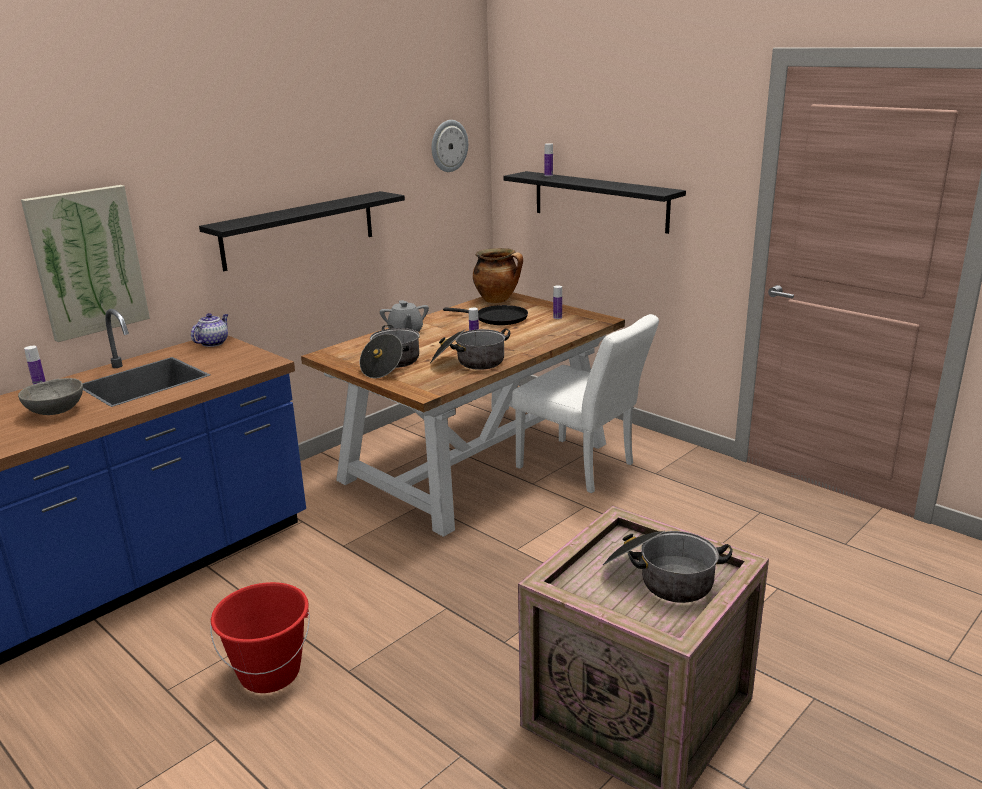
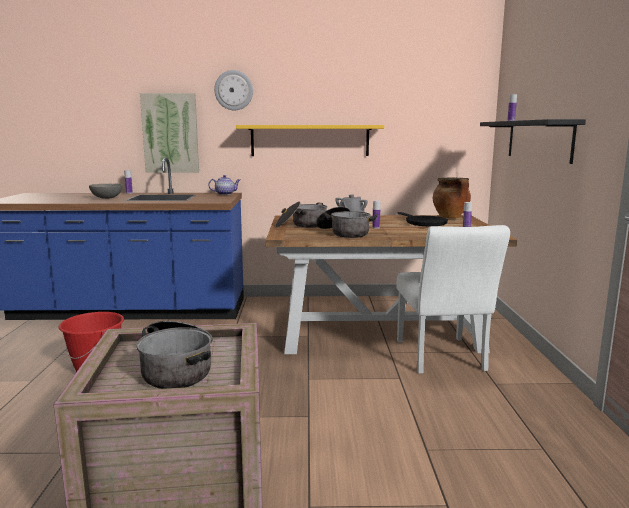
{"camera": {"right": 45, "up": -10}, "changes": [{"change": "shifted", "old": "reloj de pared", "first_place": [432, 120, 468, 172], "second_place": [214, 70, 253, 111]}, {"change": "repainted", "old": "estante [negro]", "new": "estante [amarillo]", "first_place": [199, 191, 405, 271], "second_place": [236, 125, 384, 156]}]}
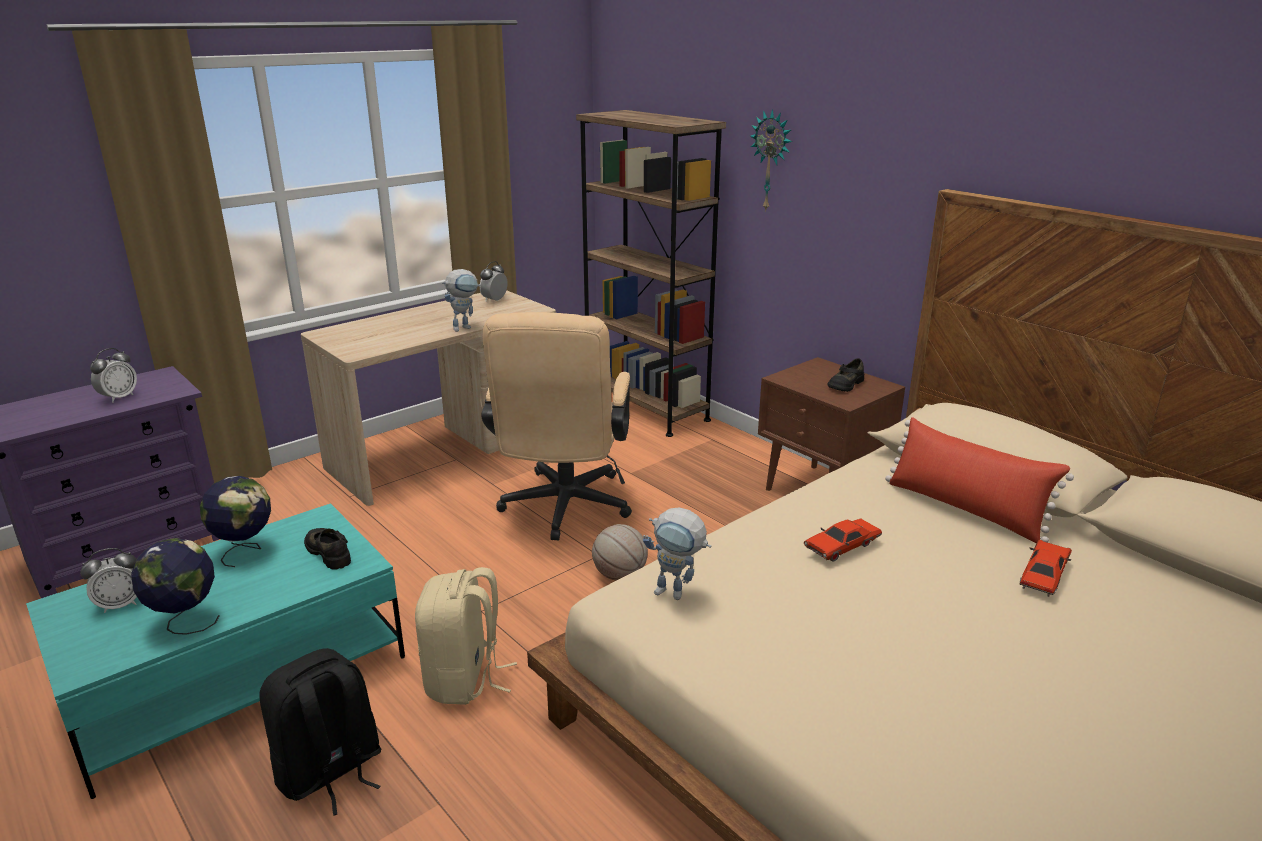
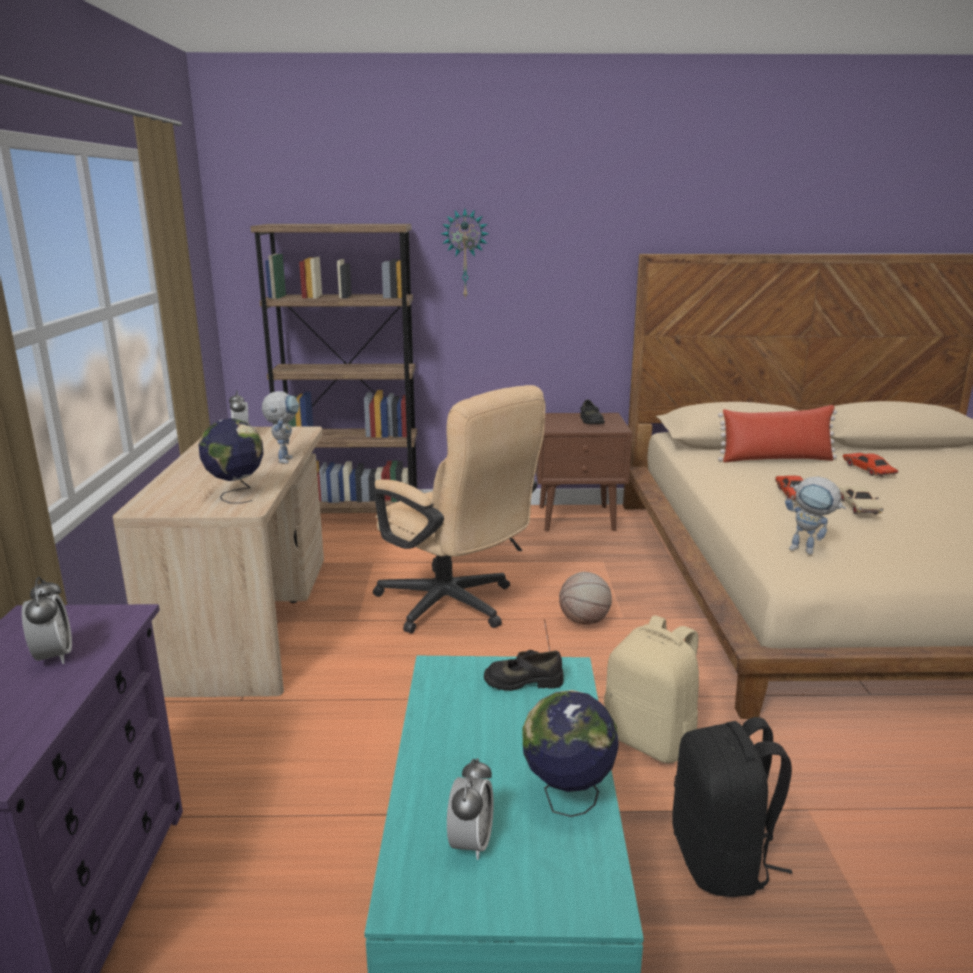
{"camera": {"right": -50, "up": -5}, "changes": [{"change": "shifted", "old": "globo terráqueo", "first_place": [200, 476, 271, 567], "second_place": [199, 418, 264, 503]}, {"change": "rotated", "old": "robot de juguete", "first_place": [643, 507, 712, 600], "second_place": [785, 476, 846, 555], "degrees": 60}, {"change": "new", "new": "coche de juguete [beis]", "second_place": [838, 486, 884, 515]}]}
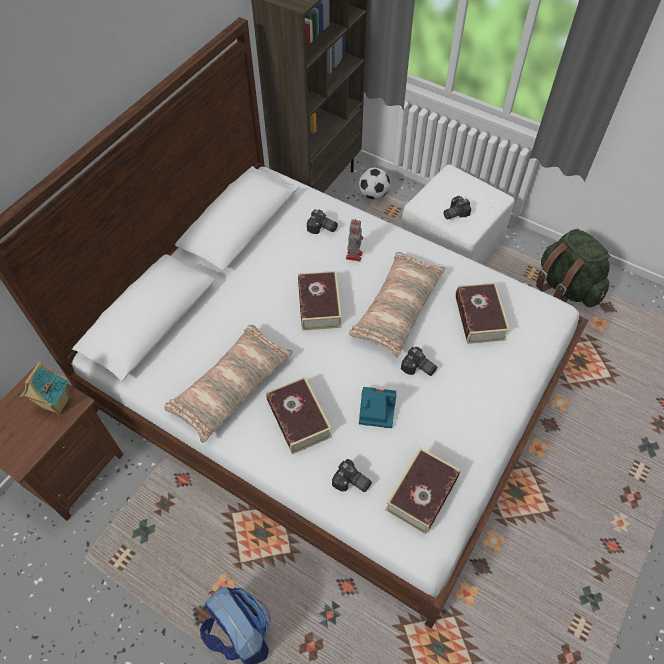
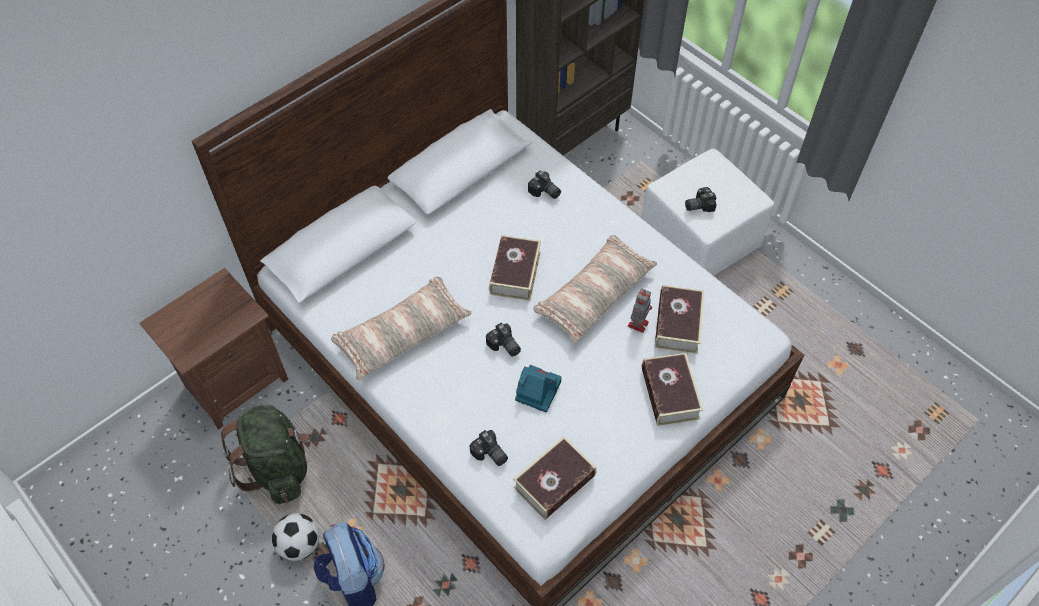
{"camera": {"right": 15, "up": 0}, "changes": [{"change": "shifted", "old": "balón de fútbol", "first_place": [359, 168, 390, 200], "second_place": [272, 513, 319, 561]}, {"change": "shifted", "old": "robot de juguete", "first_place": [346, 218, 363, 261], "second_place": [628, 288, 652, 333]}, {"change": "shifted", "old": "mochila [verde]", "first_place": [536, 229, 610, 307], "second_place": [221, 405, 309, 504]}, {"change": "shifted", "old": "cámara", "first_place": [401, 347, 437, 376], "second_place": [486, 322, 521, 356]}, {"change": "gone", "old": "casita", "first_place": [20, 361, 70, 415]}, {"change": "shifted", "old": "libro", "first_place": [266, 377, 332, 454], "second_place": [642, 353, 703, 426]}]}
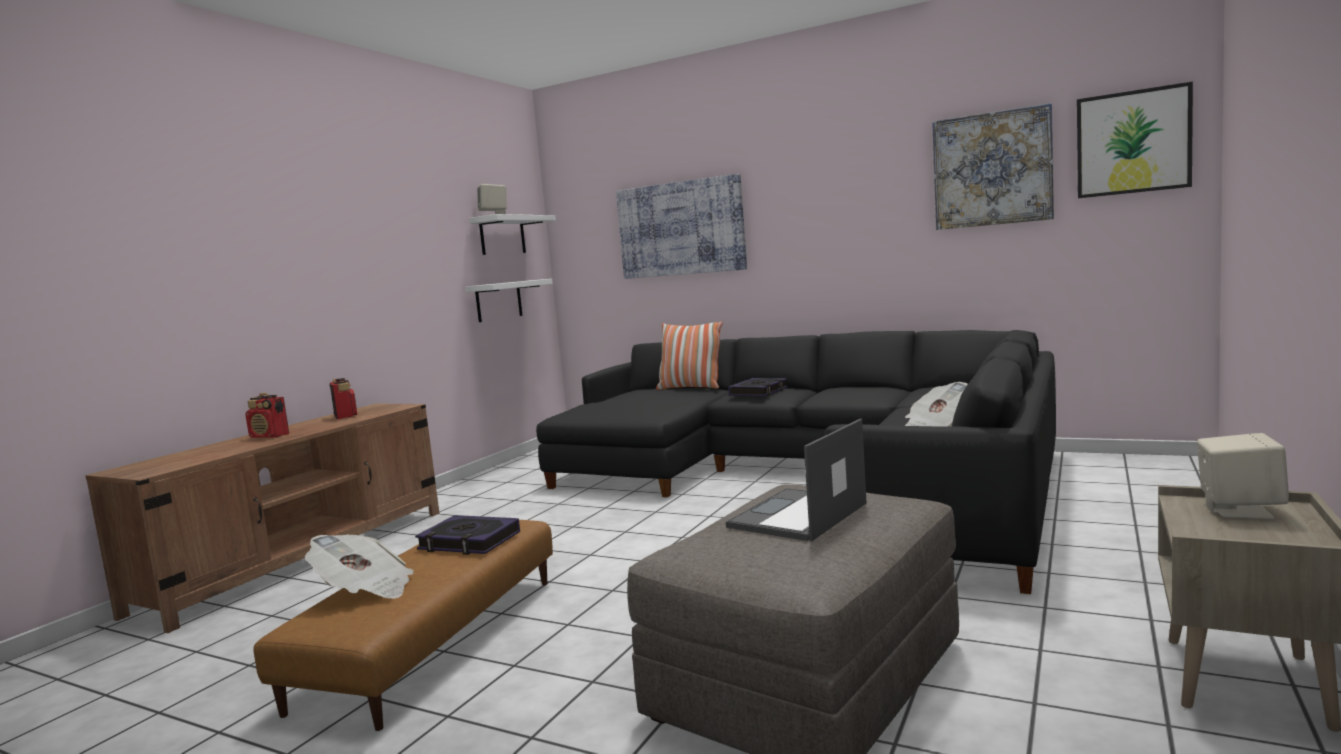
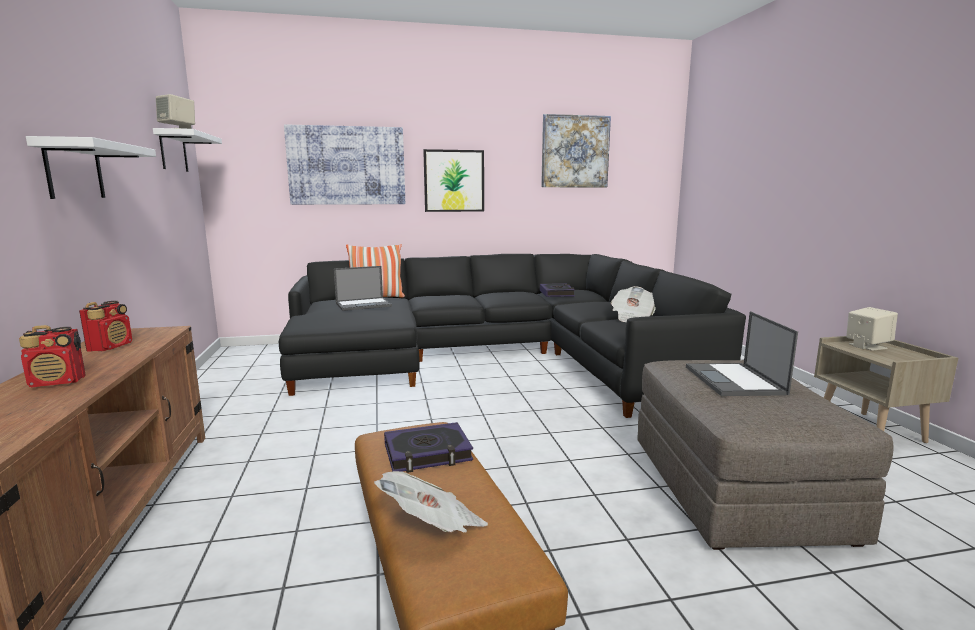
{"camera": {"right": -40, "up": 5}, "changes": [{"change": "shifted", "old": "cuadro", "first_place": [1077, 82, 1193, 198], "second_place": [423, 149, 484, 212]}, {"change": "shifted", "old": "estante [blanco]", "first_place": [465, 279, 553, 322], "second_place": [26, 136, 156, 199]}, {"change": "rotated", "old": "radio", "first_place": [330, 378, 357, 419], "second_place": [79, 301, 132, 352], "degrees": 75}, {"change": "shifted", "old": "libro", "first_place": [728, 378, 788, 396], "second_place": [539, 283, 575, 297]}, {"change": "new", "new": "portátil", "second_place": [334, 266, 392, 311]}]}
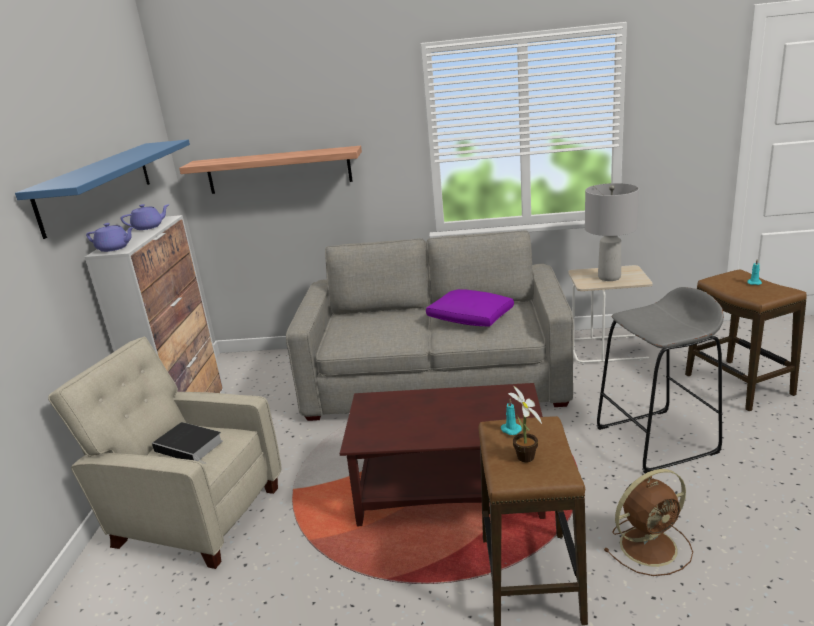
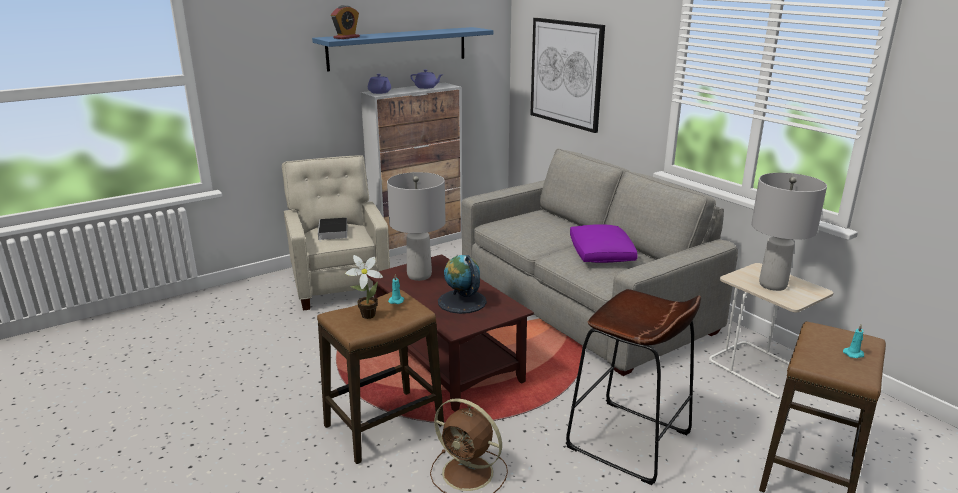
{"camera": {"right": 50, "up": 0}, "changes": [{"change": "swapped", "old": "estante", "new": "cuadro", "first_place": [179, 146, 362, 194], "second_place": [530, 18, 605, 133]}, {"change": "repainted", "old": "taburete [gris]", "new": "taburete [marrón]", "first_place": [597, 287, 724, 474], "second_place": [566, 289, 701, 485]}, {"change": "new", "new": "despertador", "second_place": [331, 5, 360, 39]}, {"change": "new", "new": "lámpara de mesa [gris]", "second_place": [387, 172, 446, 281]}, {"change": "new", "new": "globo terráqueo", "second_place": [438, 255, 487, 314]}]}
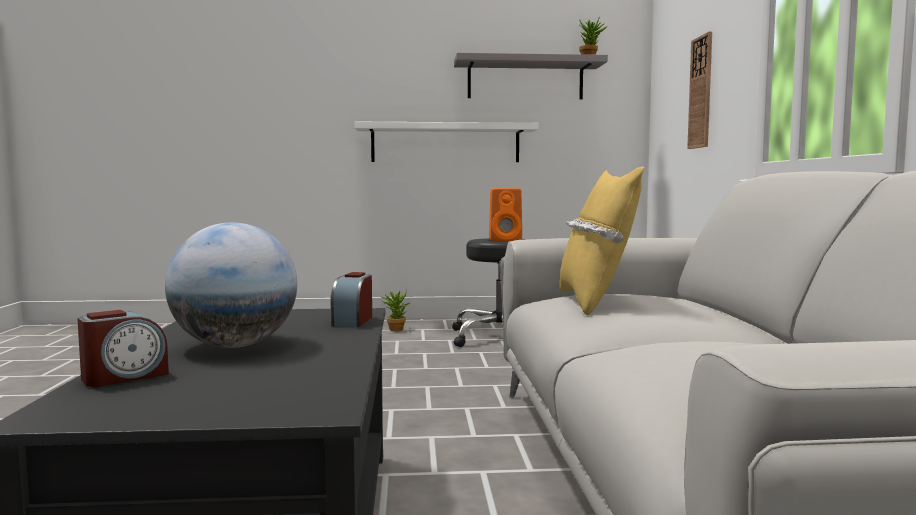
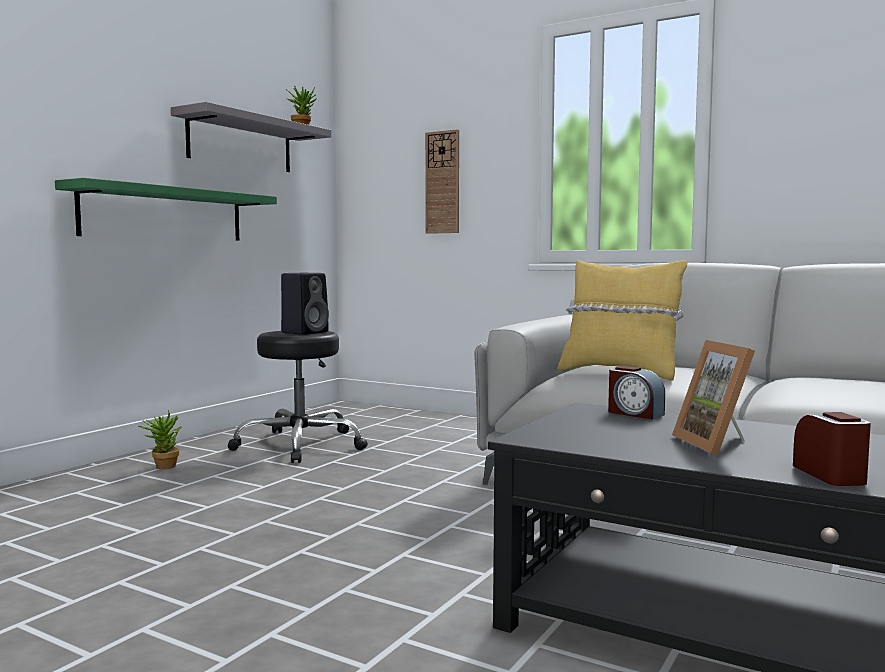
{"camera": {"right": -55, "up": 0}, "changes": [{"change": "repainted", "old": "estante [blanco]", "new": "estante [verde]", "first_place": [354, 122, 539, 162], "second_place": [55, 178, 277, 241]}, {"change": "repainted", "old": "altavoz [naranja]", "new": "altavoz [negro]", "first_place": [489, 188, 522, 241], "second_place": [281, 273, 329, 335]}, {"change": "swapped", "old": "globo terráqueo", "new": "portarretratos", "first_place": [165, 222, 297, 348], "second_place": [672, 340, 755, 456]}]}
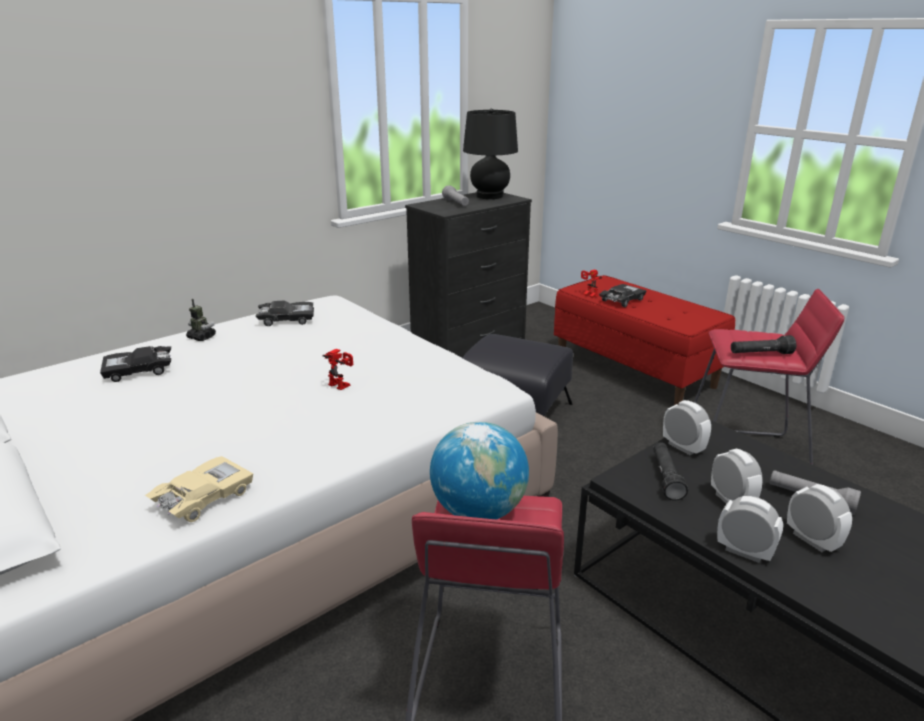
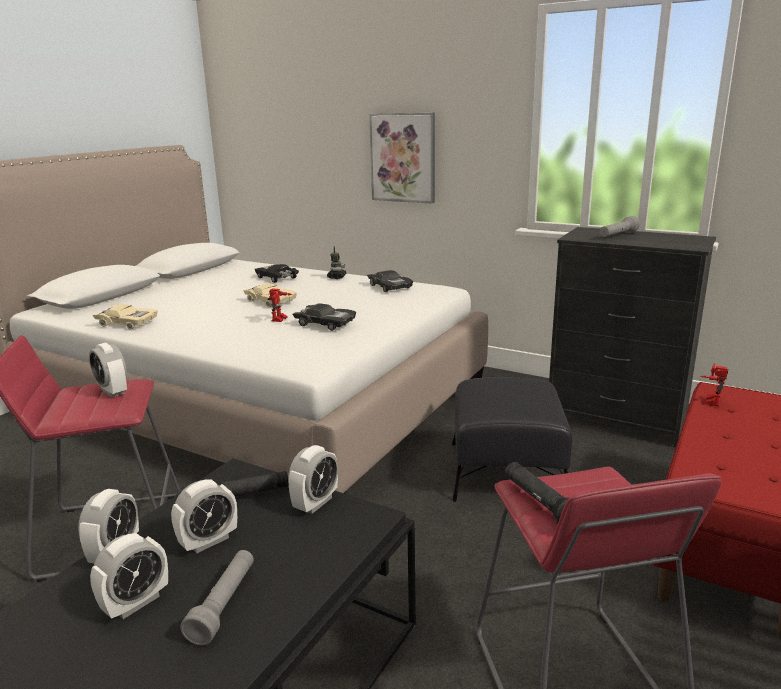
{"camera": {"right": 70, "up": -5}, "changes": [{"change": "gone", "old": "lámpara de mesa [negro]", "first_place": [463, 108, 518, 199]}, {"change": "shifted", "old": "coche de juguete [negro]", "first_place": [599, 284, 647, 307], "second_place": [292, 303, 356, 331]}, {"change": "swapped", "old": "globo terráqueo", "new": "despertador", "first_place": [430, 422, 529, 519], "second_place": [89, 343, 127, 397]}, {"change": "new", "new": "cuadro", "second_place": [369, 113, 435, 204]}, {"change": "new", "new": "coche de juguete [beis]", "second_place": [243, 283, 297, 307]}]}
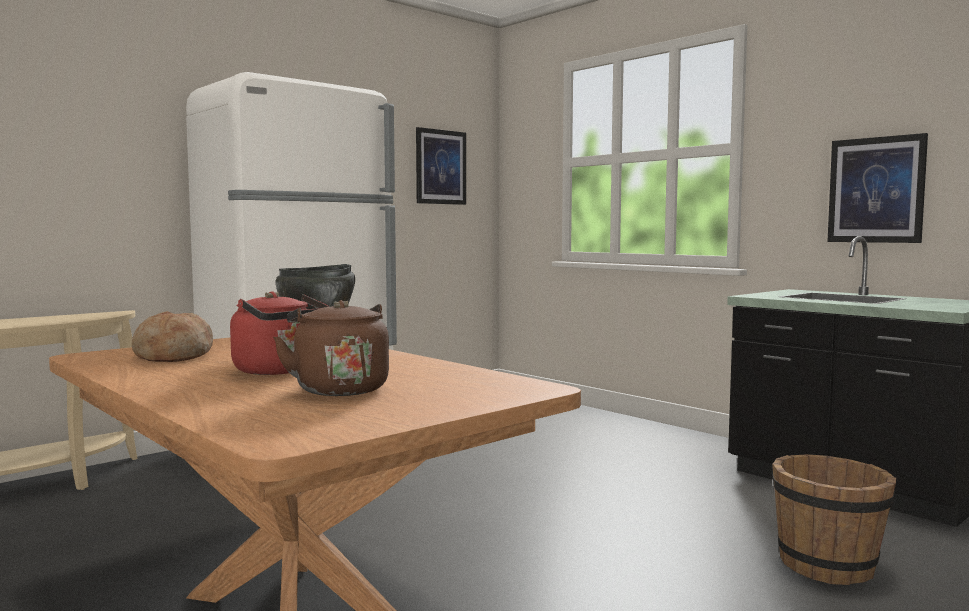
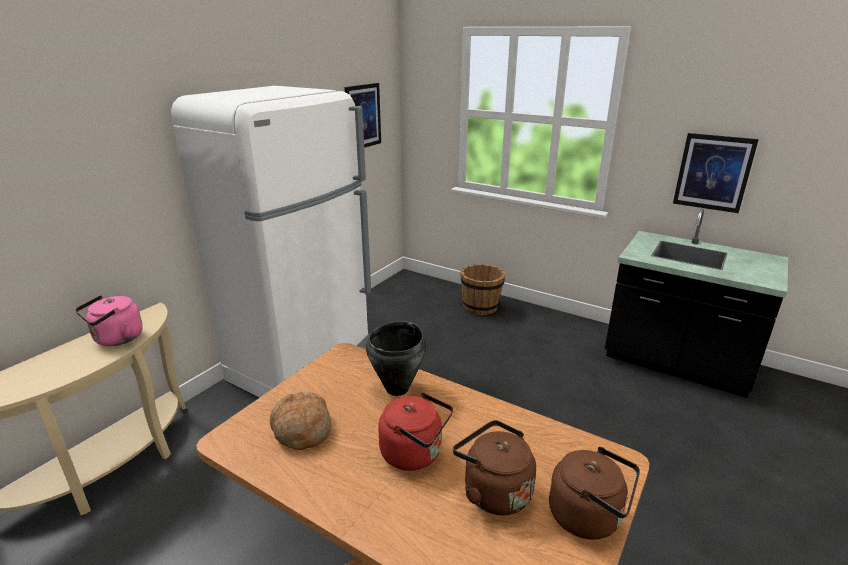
{"camera": {"right": -15, "up": 20}, "changes": [{"change": "shifted", "old": "cubo [marrón]", "first_place": [772, 454, 896, 585], "second_place": [460, 264, 506, 316]}, {"change": "new", "new": "hervidor [rosa]", "second_place": [75, 295, 143, 346]}, {"change": "new", "new": "hervidor [marrón]", "second_place": [549, 447, 640, 540]}]}
